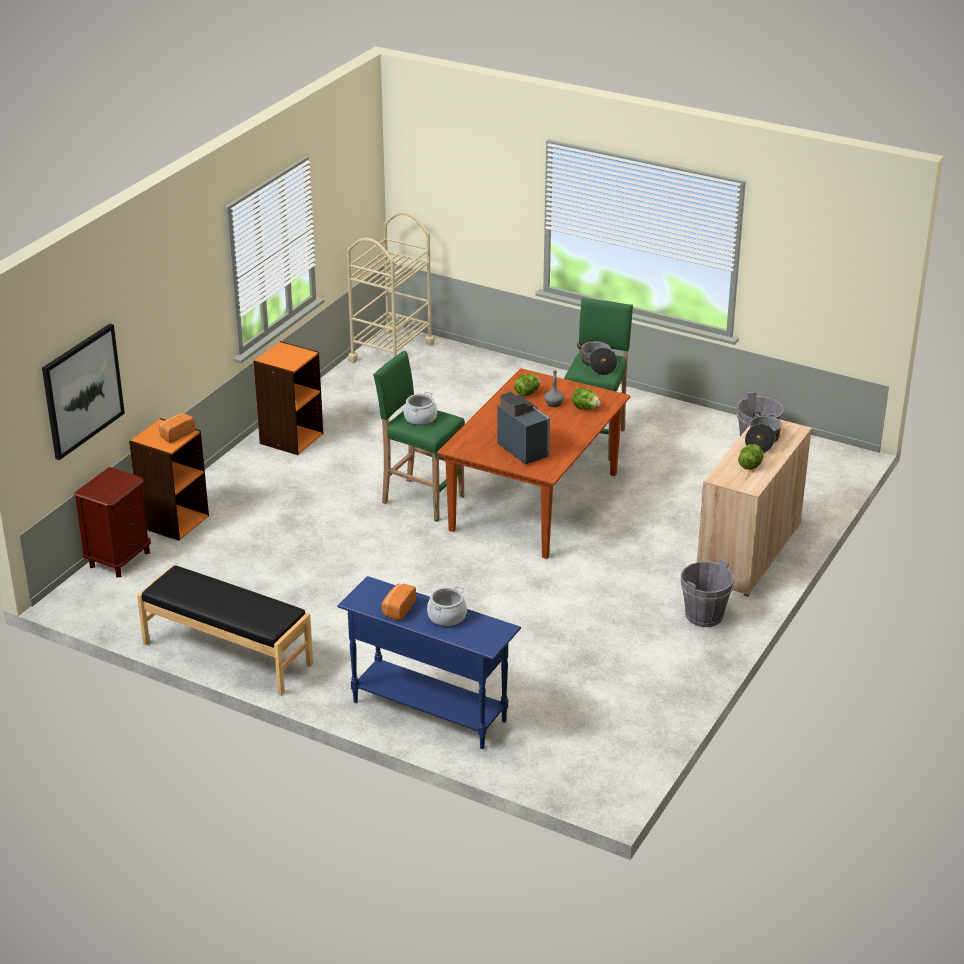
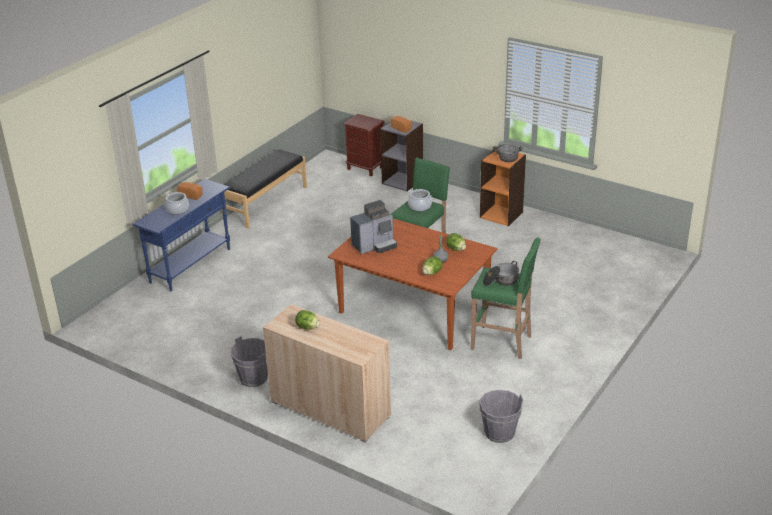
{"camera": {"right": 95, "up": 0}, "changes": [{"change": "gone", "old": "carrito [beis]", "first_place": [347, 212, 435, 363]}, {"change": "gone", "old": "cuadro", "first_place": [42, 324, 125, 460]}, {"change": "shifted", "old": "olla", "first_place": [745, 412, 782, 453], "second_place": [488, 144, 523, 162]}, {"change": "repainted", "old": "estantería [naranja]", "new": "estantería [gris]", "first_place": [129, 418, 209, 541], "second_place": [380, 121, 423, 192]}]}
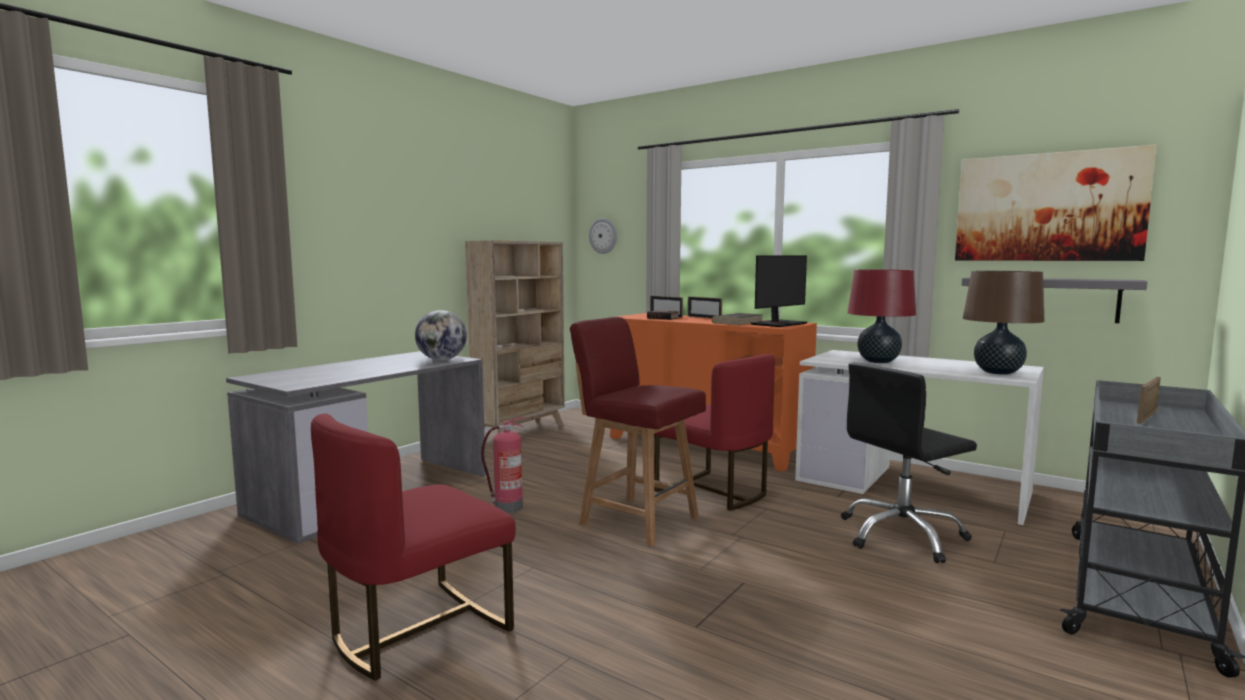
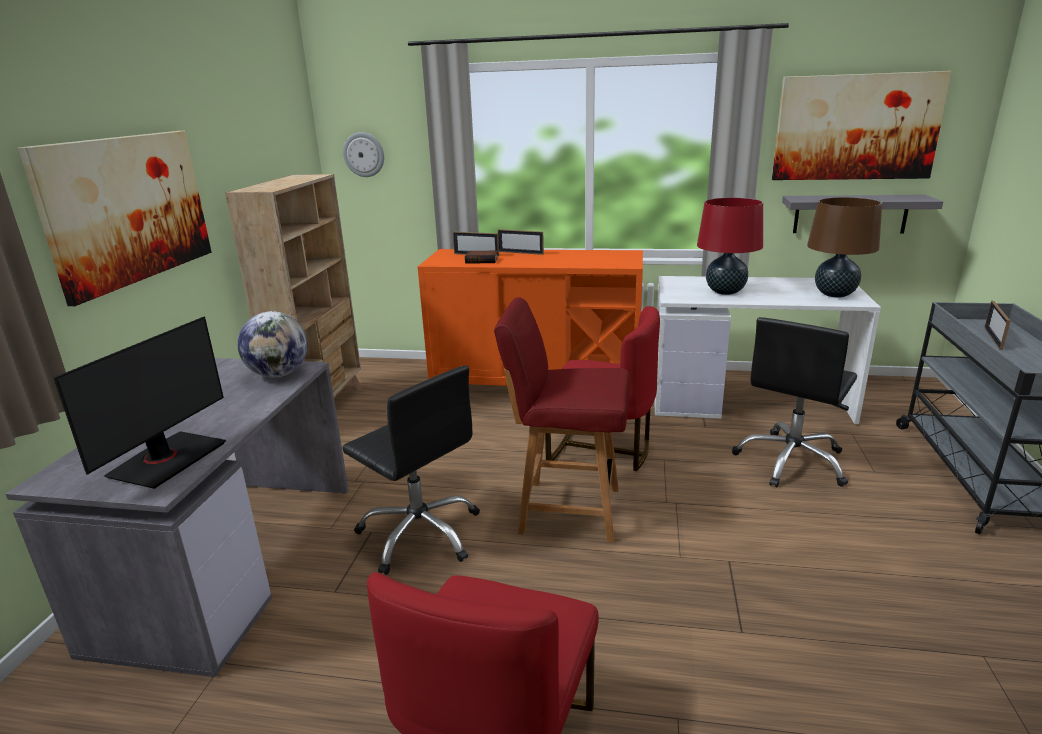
{"camera": {"right": -25, "up": 15}, "changes": [{"change": "shifted", "old": "monitor", "first_place": [751, 255, 807, 327], "second_place": [53, 317, 226, 489]}, {"change": "gone", "old": "libro [marrón]", "first_place": [711, 313, 763, 325]}, {"change": "swapped", "old": "extintor", "new": "silla de oficina [negro]", "first_place": [481, 417, 525, 513], "second_place": [342, 365, 480, 575]}, {"change": "new", "new": "cuadro", "second_place": [18, 131, 211, 306]}]}
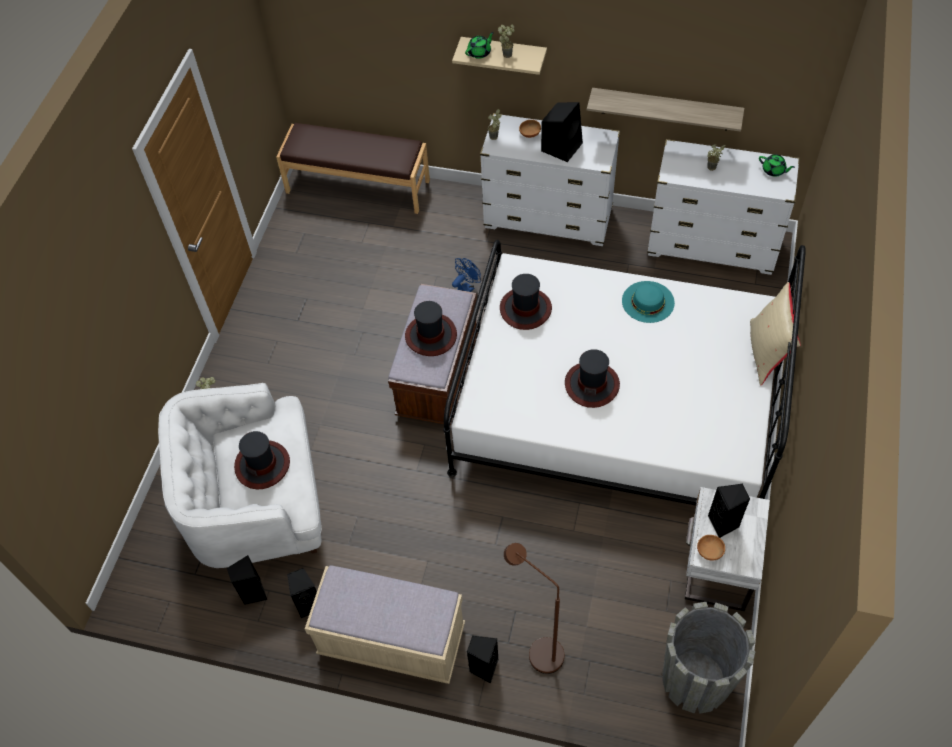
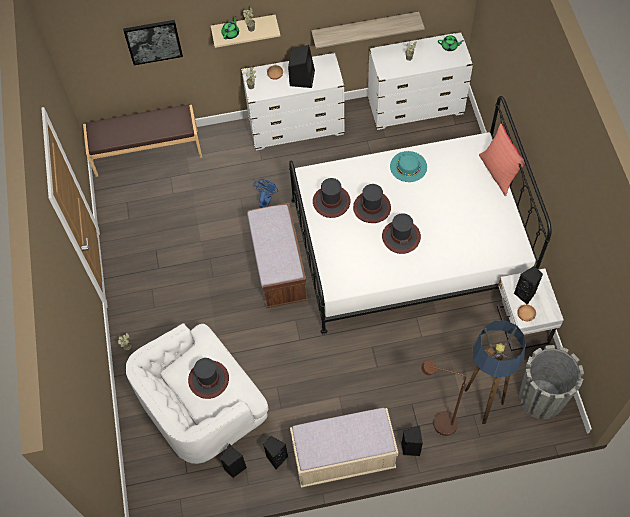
{"camera": {"right": -25, "up": 5}, "changes": [{"change": "repainted", "old": "cojín [beis]", "new": "cojín [rojo]", "first_place": [750, 282, 801, 385], "second_place": [479, 123, 525, 196]}, {"change": "shifted", "old": "sombrero", "first_place": [405, 301, 457, 356], "second_place": [353, 184, 391, 223]}, {"change": "new", "new": "cuadro", "second_place": [123, 20, 183, 65]}, {"change": "new", "new": "lámpara de pie", "second_place": [465, 320, 525, 424]}]}
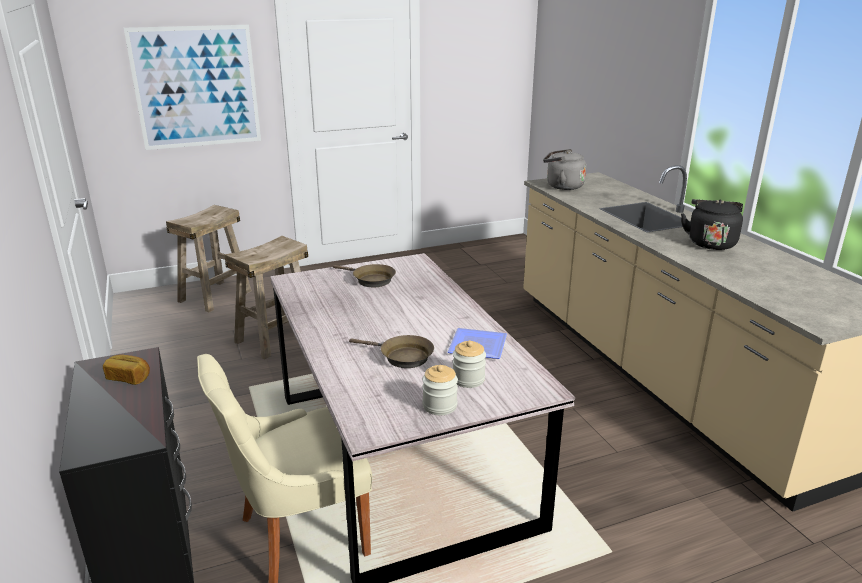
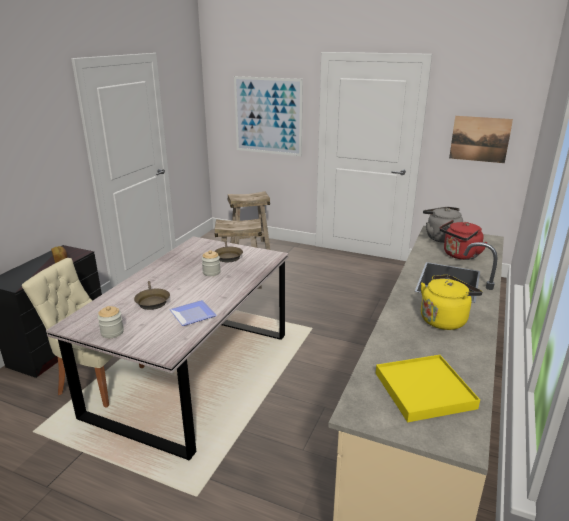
{"camera": {"right": 45, "up": 0}, "changes": [{"change": "repainted", "old": "hervidor [negro]", "new": "hervidor [amarillo]", "first_place": [681, 199, 743, 250], "second_place": [421, 275, 482, 330]}, {"change": "shifted", "old": "tarro", "first_place": [453, 340, 486, 388], "second_place": [202, 250, 221, 276]}, {"change": "new", "new": "cuadro", "second_place": [449, 116, 513, 163]}, {"change": "new", "new": "hervidor [rojo]", "second_place": [439, 220, 488, 260]}, {"change": "new", "new": "bandeja [amarillo]", "second_place": [376, 355, 480, 422]}]}
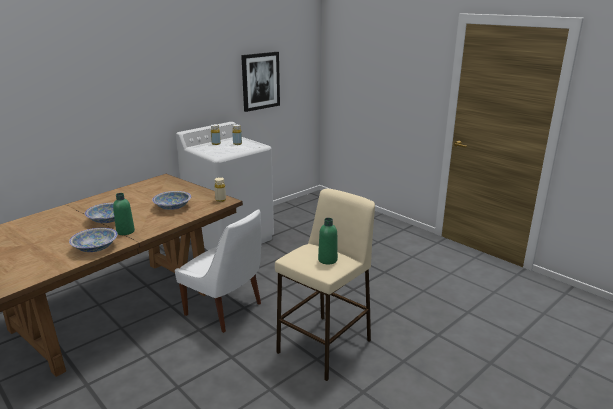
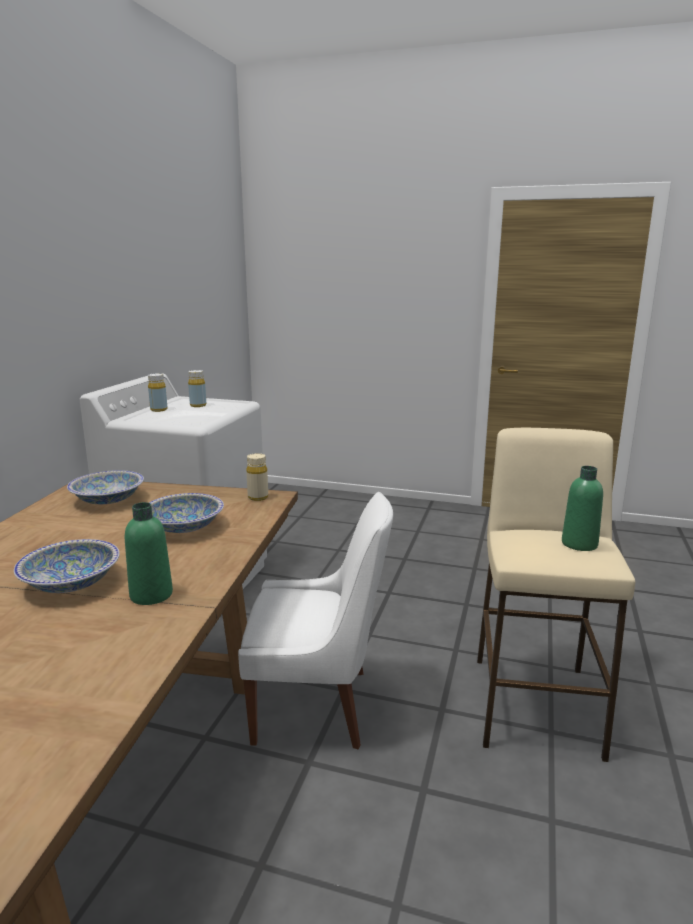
{"camera": {"right": -30, "up": -5}, "changes": [{"change": "gone", "old": "cuadro", "first_place": [241, 52, 280, 112]}, {"change": "shifted", "old": "cuenco", "first_place": [69, 228, 118, 252], "second_place": [67, 470, 144, 504]}]}
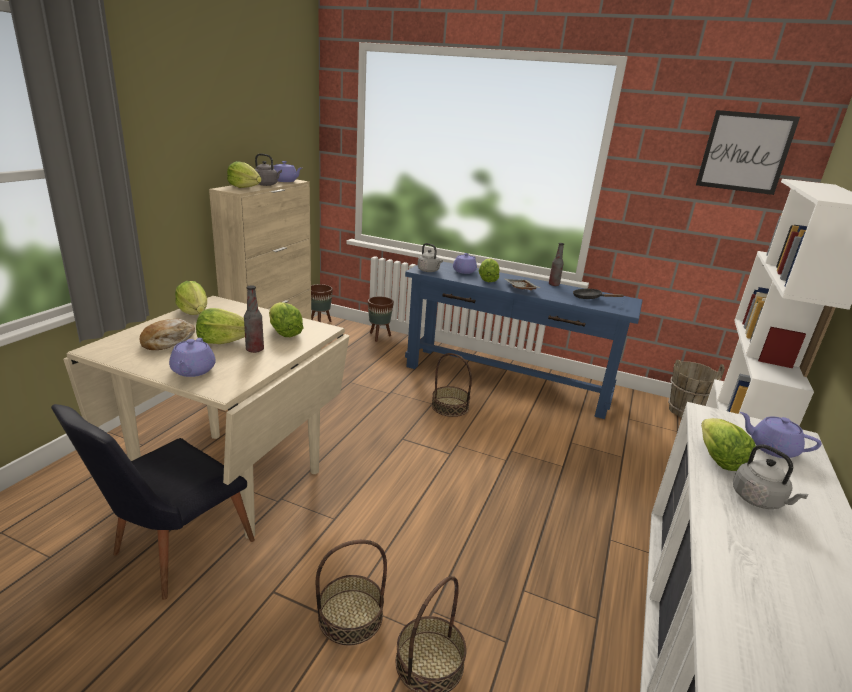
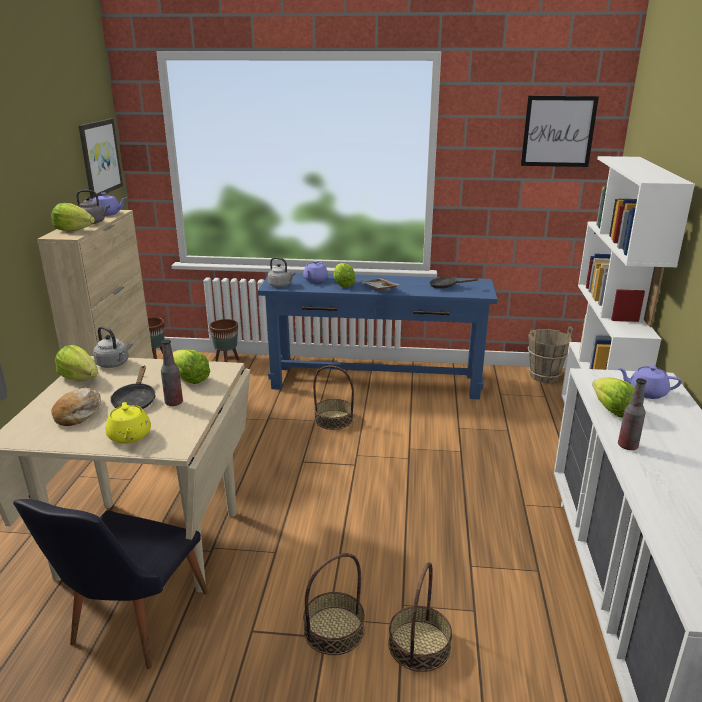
{"camera": {"right": -15, "up": 0}, "changes": [{"change": "shifted", "old": "botella", "first_place": [549, 243, 564, 286], "second_place": [618, 378, 647, 450]}, {"change": "swapped", "old": "lechuga", "new": "sartén [negro]", "first_place": [196, 308, 245, 344], "second_place": [110, 366, 156, 409]}, {"change": "repainted", "old": "tetera [morado]", "new": "tetera [amarillo]", "first_place": [169, 338, 216, 377], "second_place": [105, 402, 151, 444]}, {"change": "shifted", "old": "hervidor [gris]", "first_place": [733, 444, 808, 509], "second_place": [93, 326, 129, 368]}, {"change": "new", "new": "cuadro", "second_place": [79, 119, 123, 199]}]}
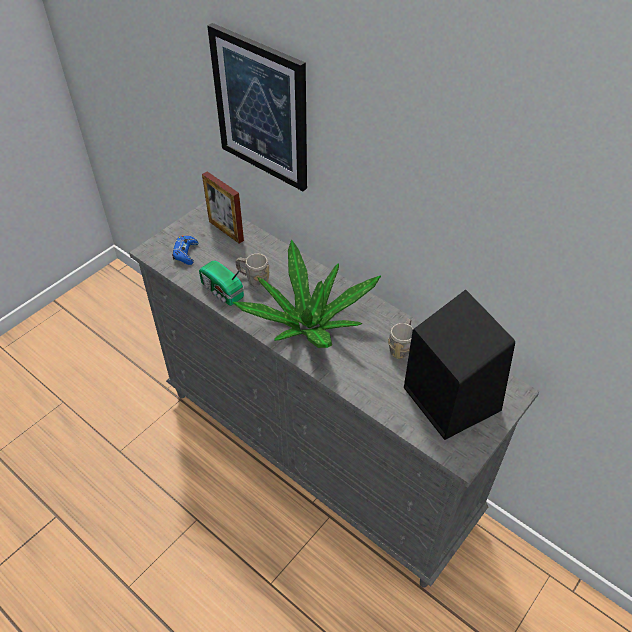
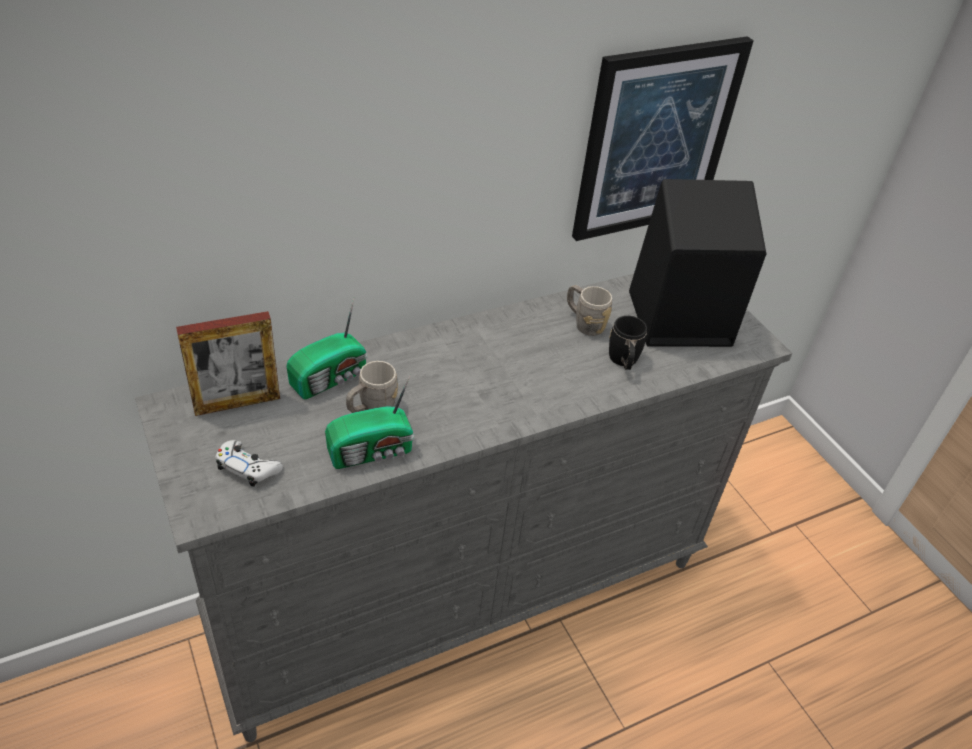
{"camera": {"right": -70, "up": -5}, "changes": [{"change": "shifted", "old": "cuadro", "first_place": [207, 23, 307, 191], "second_place": [572, 36, 754, 241]}, {"change": "repainted", "old": "mando de consola [azul]", "new": "mando de consola [blanco]", "first_place": [172, 235, 199, 265], "second_place": [215, 440, 283, 487]}, {"change": "gone", "old": "planta en maceta", "first_place": [232, 239, 381, 348]}, {"change": "new", "new": "radio", "second_place": [286, 298, 367, 399]}, {"change": "new", "new": "taza grande [negro]", "second_place": [609, 316, 647, 370]}]}
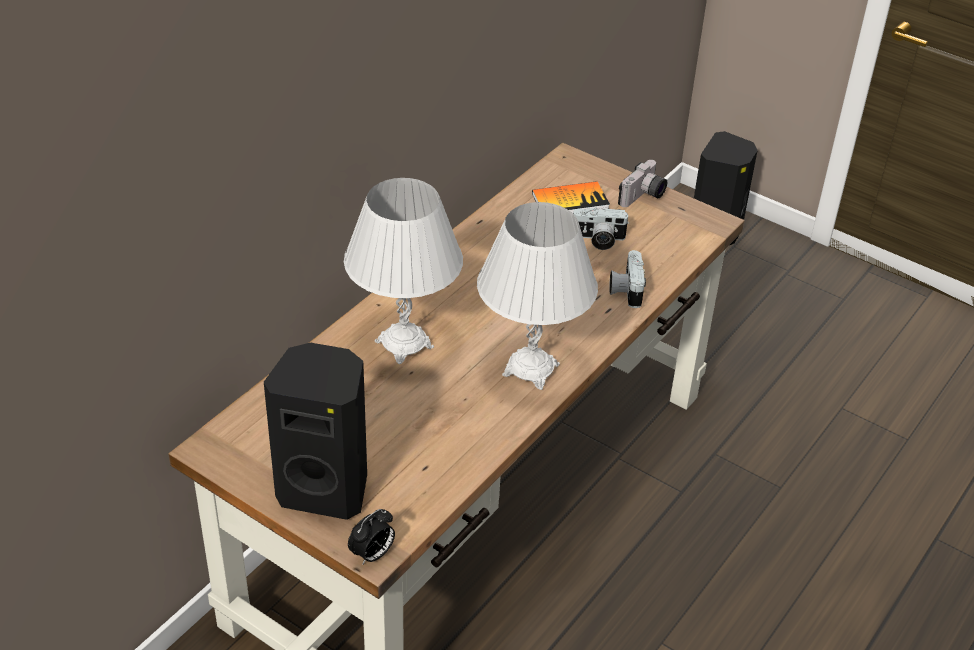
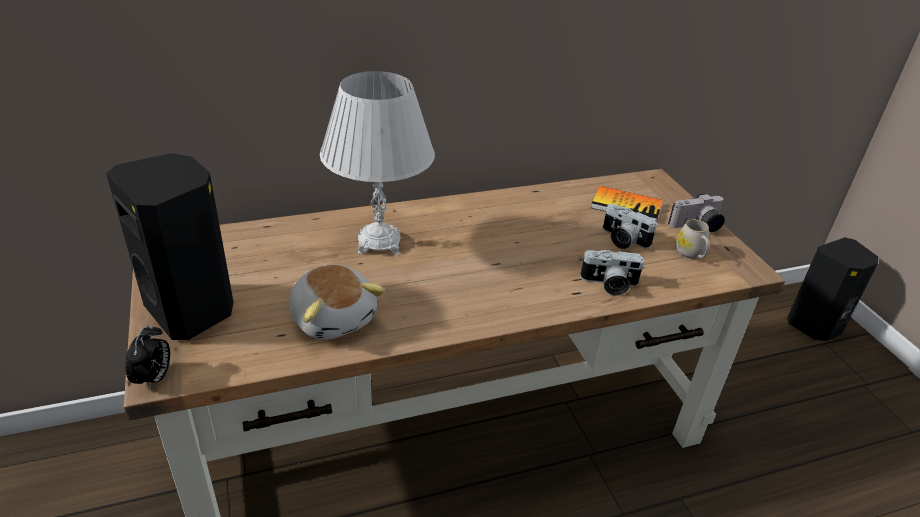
{"camera": {"right": 35, "up": -5}, "changes": [{"change": "gone", "old": "lámpara de mesa [blanco]", "first_place": [477, 202, 598, 390]}, {"change": "rotated", "old": "cámara", "first_place": [609, 250, 646, 308], "second_place": [580, 250, 644, 296], "degrees": -120}, {"change": "rotated", "old": "despertador", "first_place": [348, 509, 395, 565], "second_place": [125, 325, 170, 391], "degrees": -75}, {"change": "new", "new": "taza grande [blanco]", "second_place": [675, 219, 710, 259]}, {"change": "new", "new": "peluche", "second_place": [289, 265, 385, 339]}]}
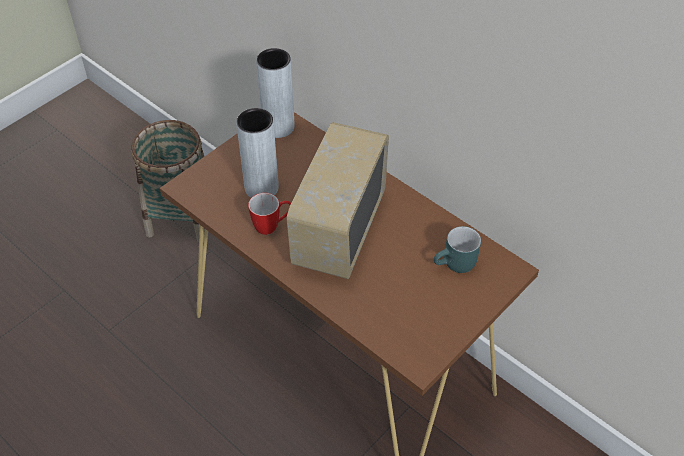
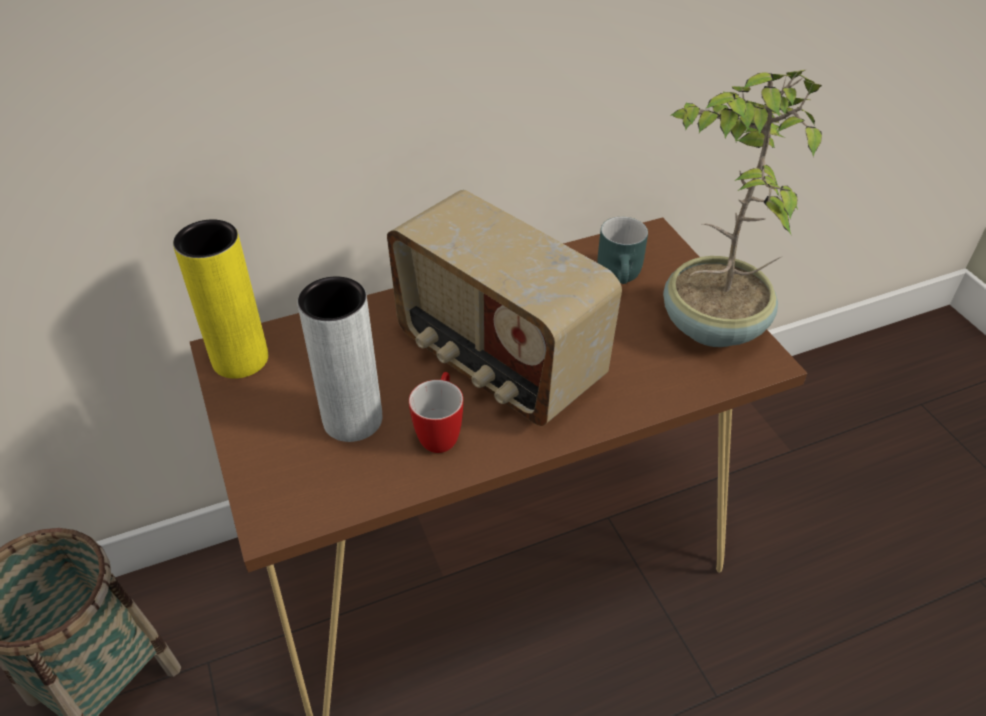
{"camera": {"right": -65, "up": -5}, "changes": [{"change": "repainted", "old": "florero [gris]", "new": "florero [amarillo]", "first_place": [256, 48, 295, 138], "second_place": [173, 219, 268, 379]}, {"change": "new", "new": "planta en maceta", "second_place": [663, 70, 822, 347]}]}
